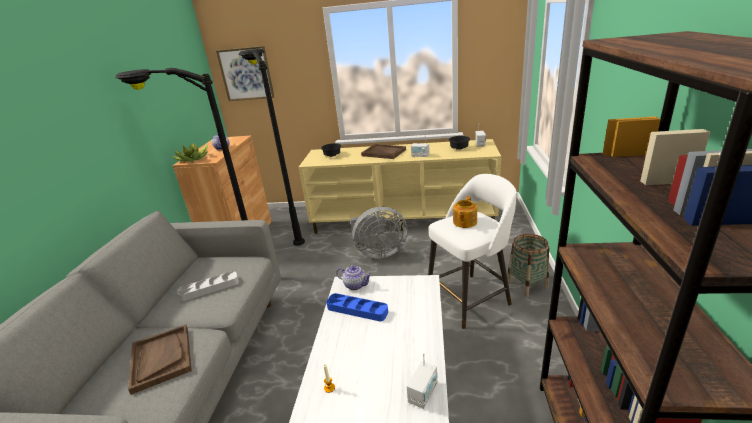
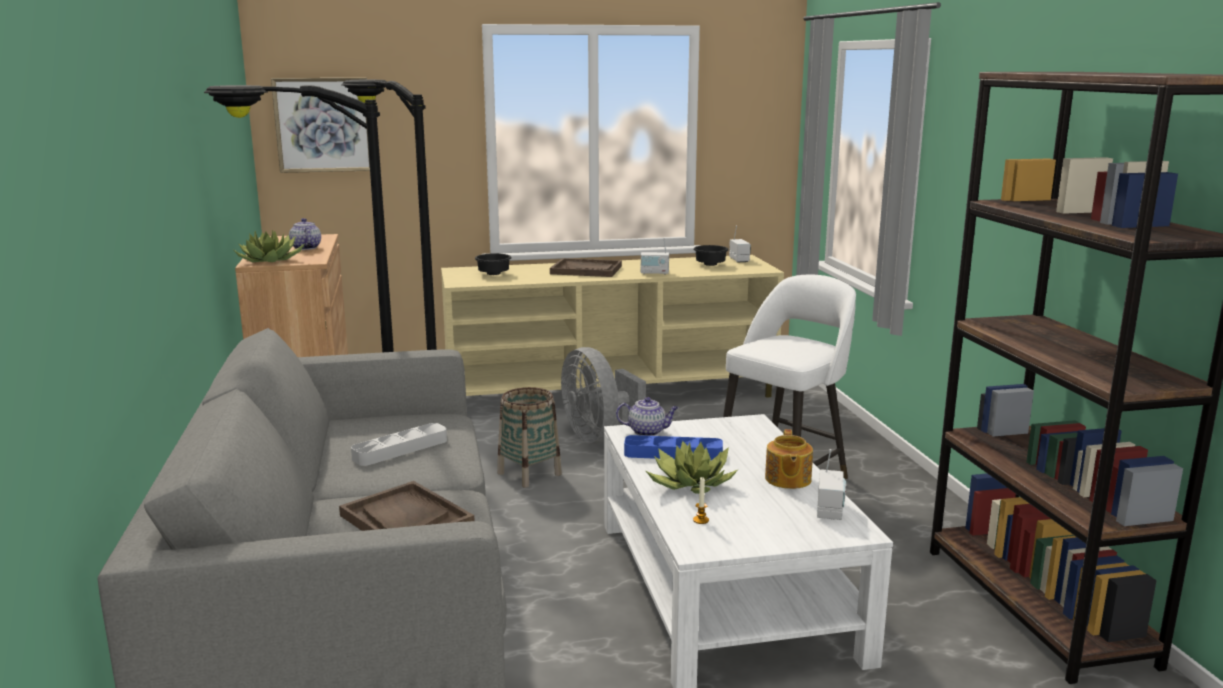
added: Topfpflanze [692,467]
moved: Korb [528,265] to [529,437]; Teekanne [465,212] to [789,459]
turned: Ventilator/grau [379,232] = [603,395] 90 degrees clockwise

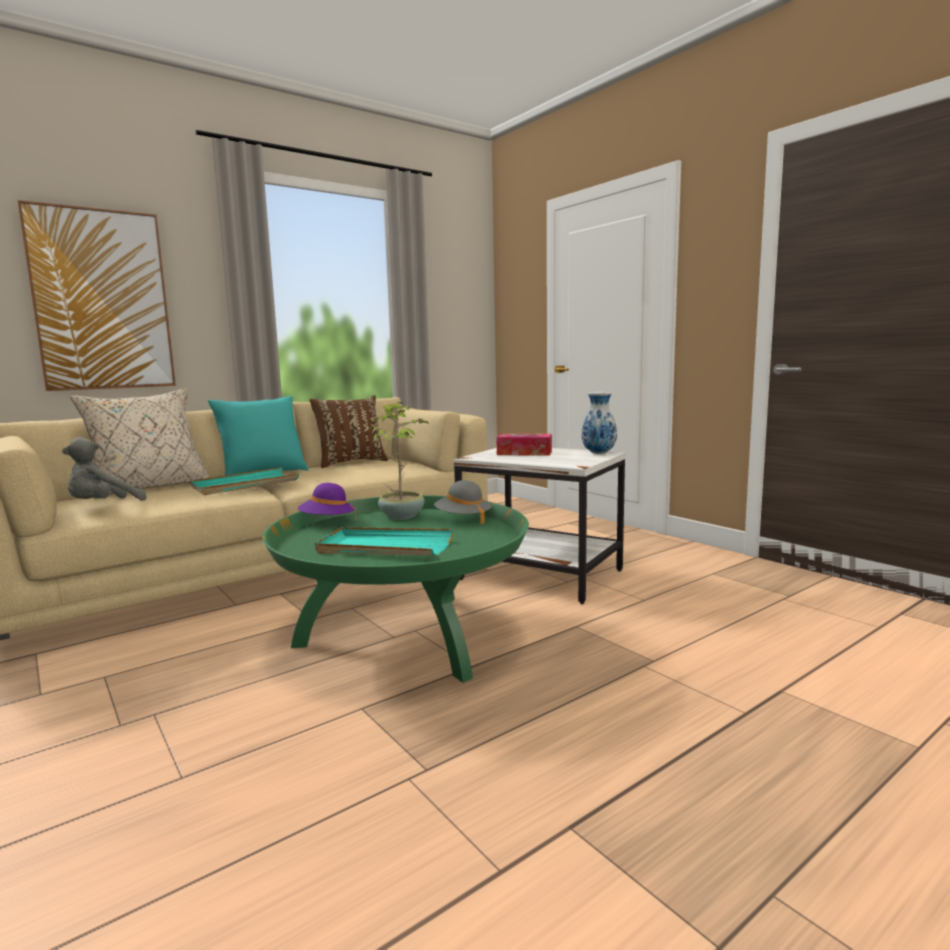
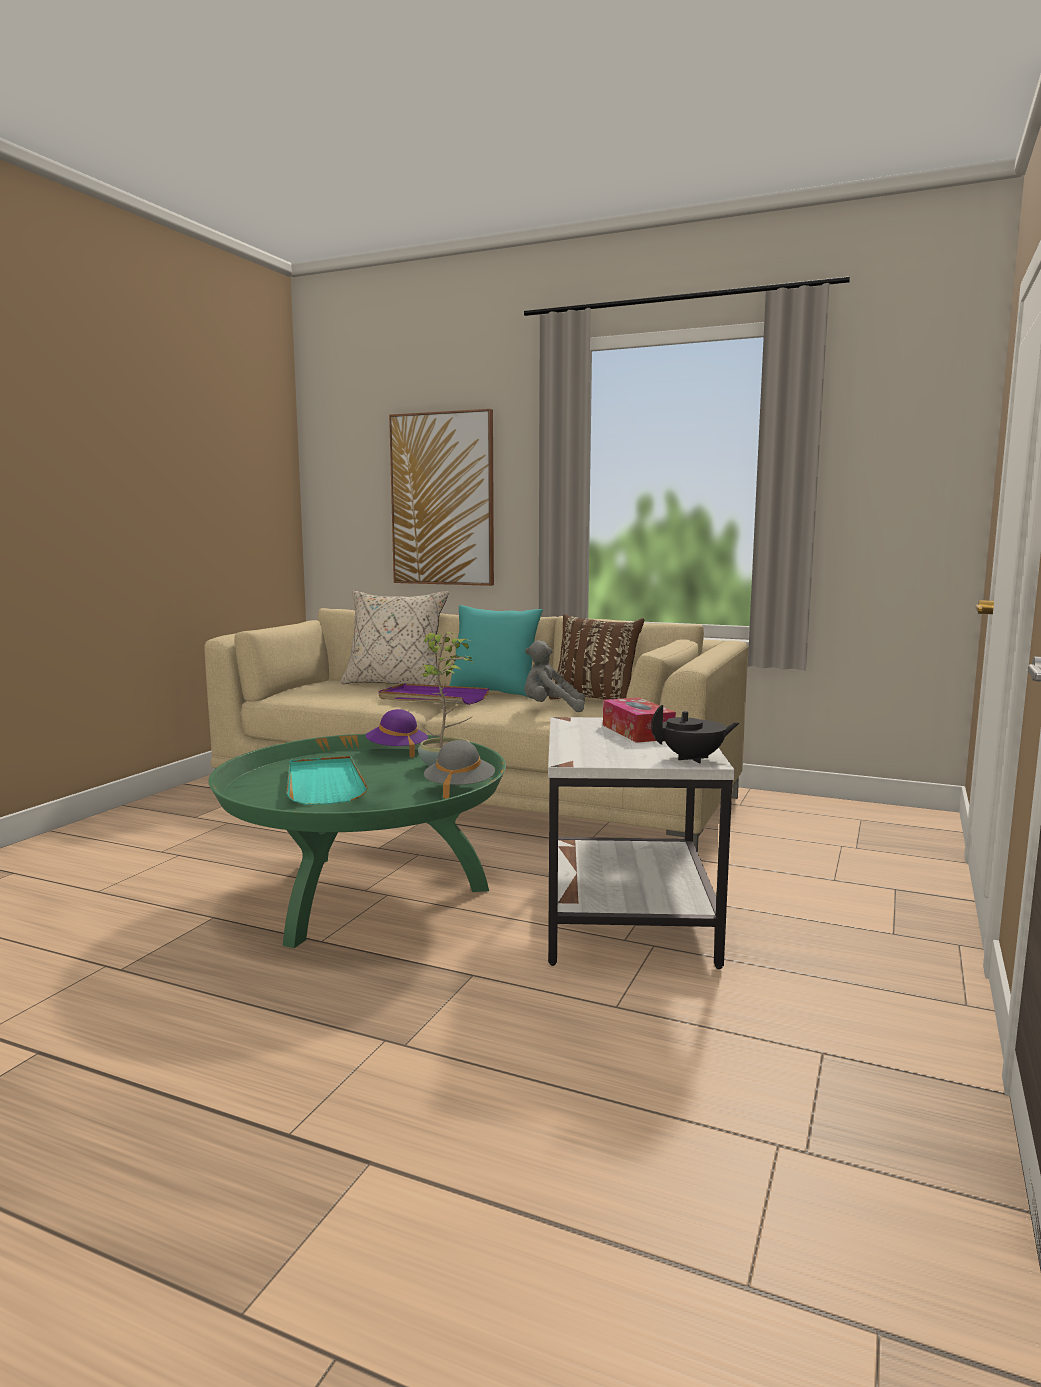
moved: Plüschtier/grau [104,469] to [554,676]
replaced: Vase [599,423] to Teekanne/schwarz [695,734]
recoloured: Tablett/türkis [244,481] to Tablett/lila [433,694]

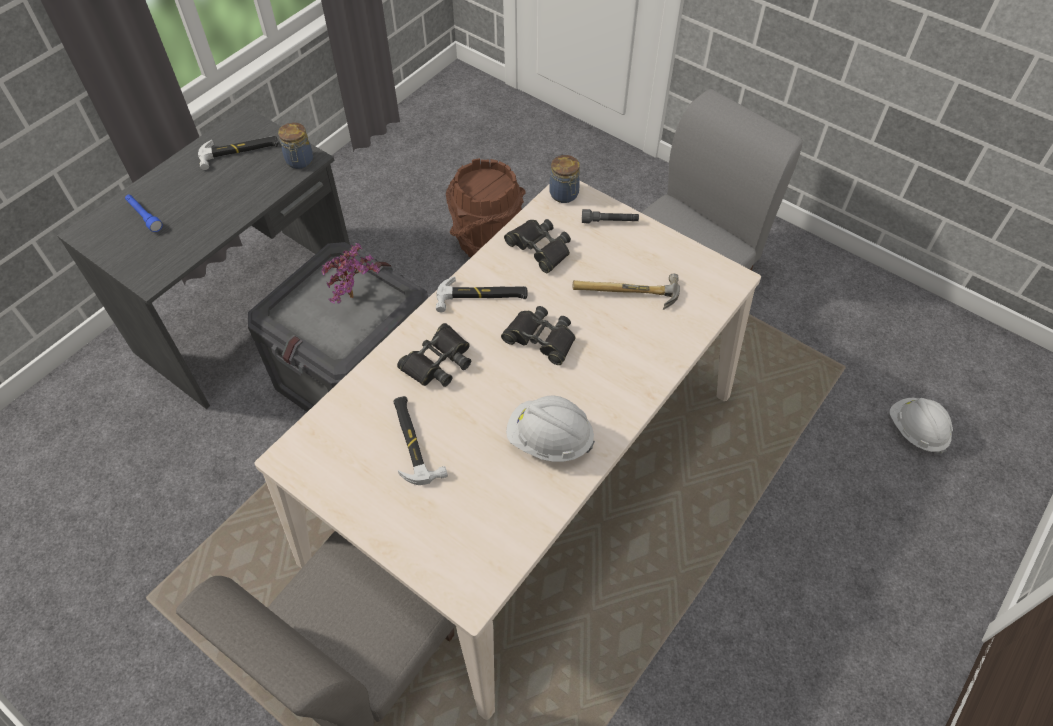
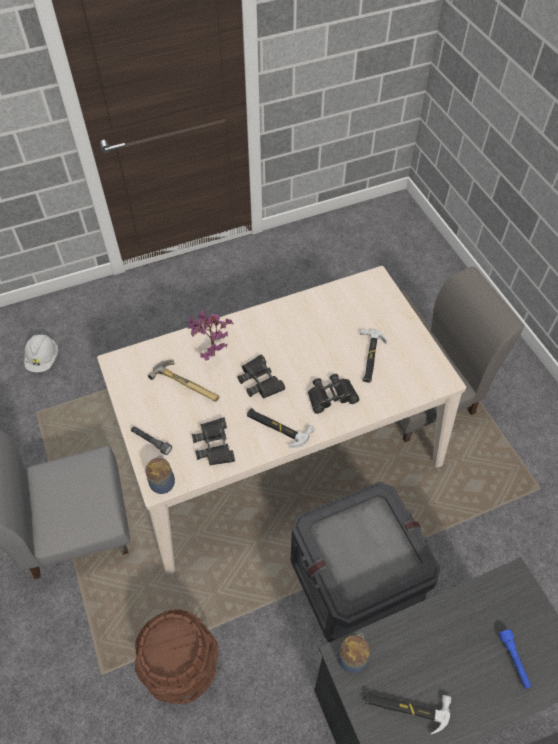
removed: Schutzhelm/weiß [550,428]
moved: Topfpflanze [350,273] to [210,335]

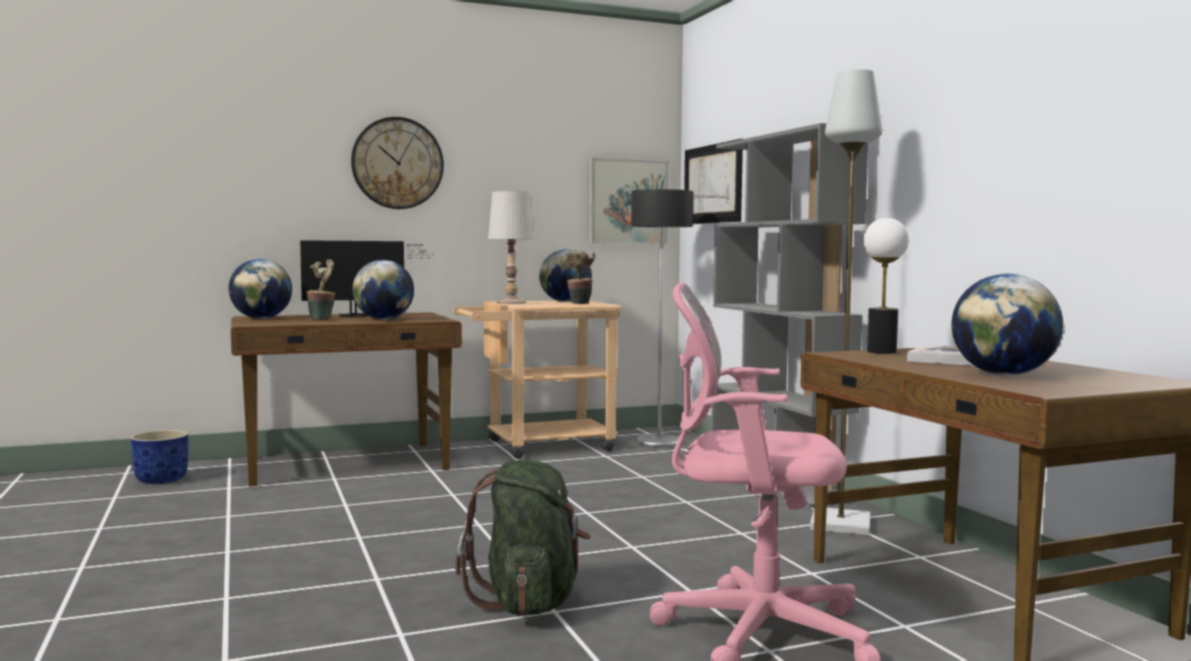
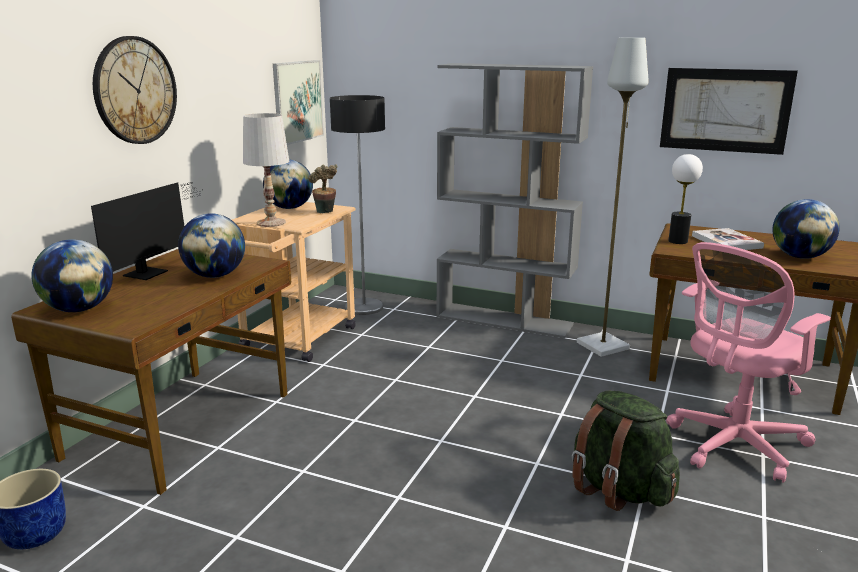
removed: Topfpflanze [321,289]
moved: Bild [713,181] to [729,111]

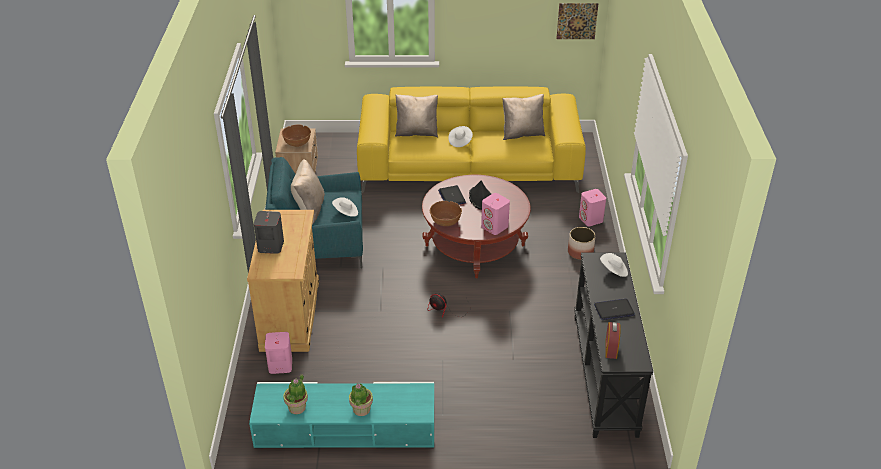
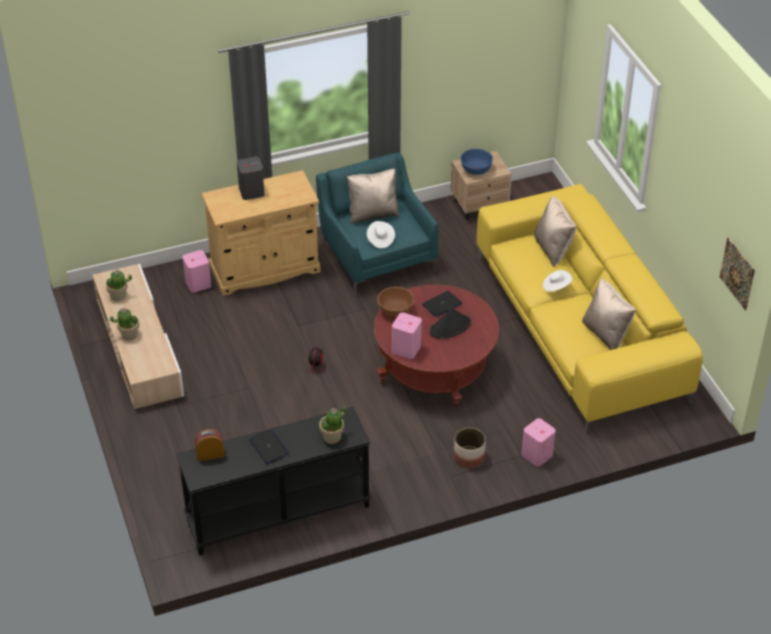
replaced: Hut/weiß [614,265] to Topfpflanze [332,425]
recoloured: Fernsehschrank/türkis [341,415] to Fernsehschrank/beige [138,337]; Schüssel/braun [296,136] to Schüssel/blau [476,162]

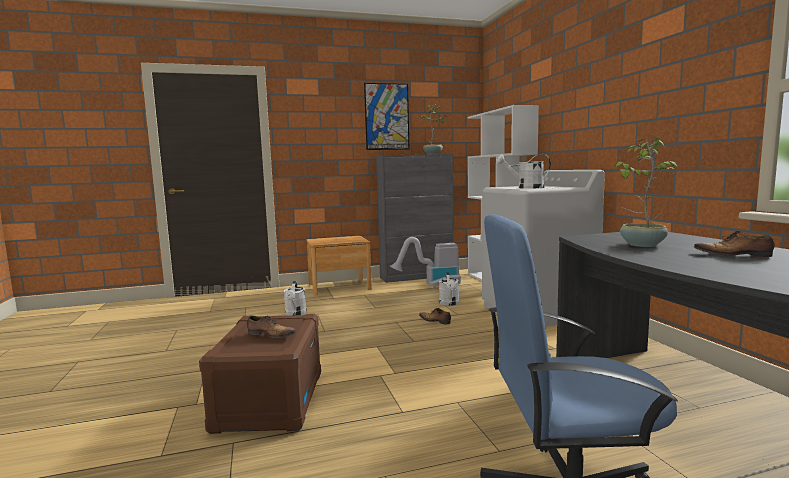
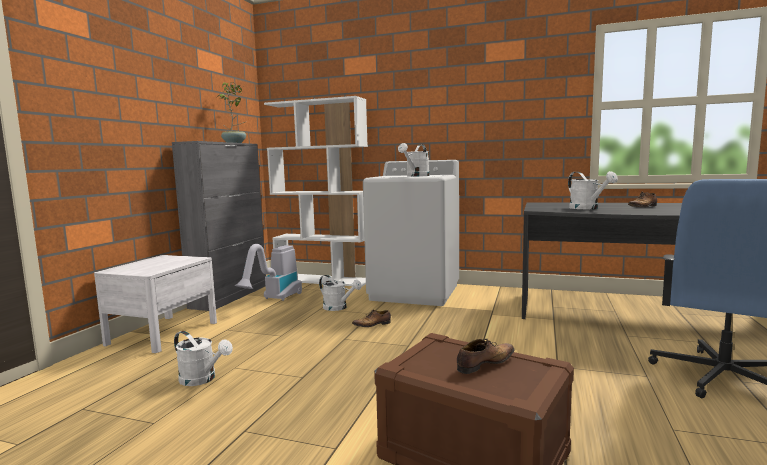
removed: Bild [386,116]
replaced: Topfpflanze [646,192] to Gießkanne/weiß [593,190]
recoloured: Nachttisch/braun [339,265] to Nachttisch/weiß [155,304]

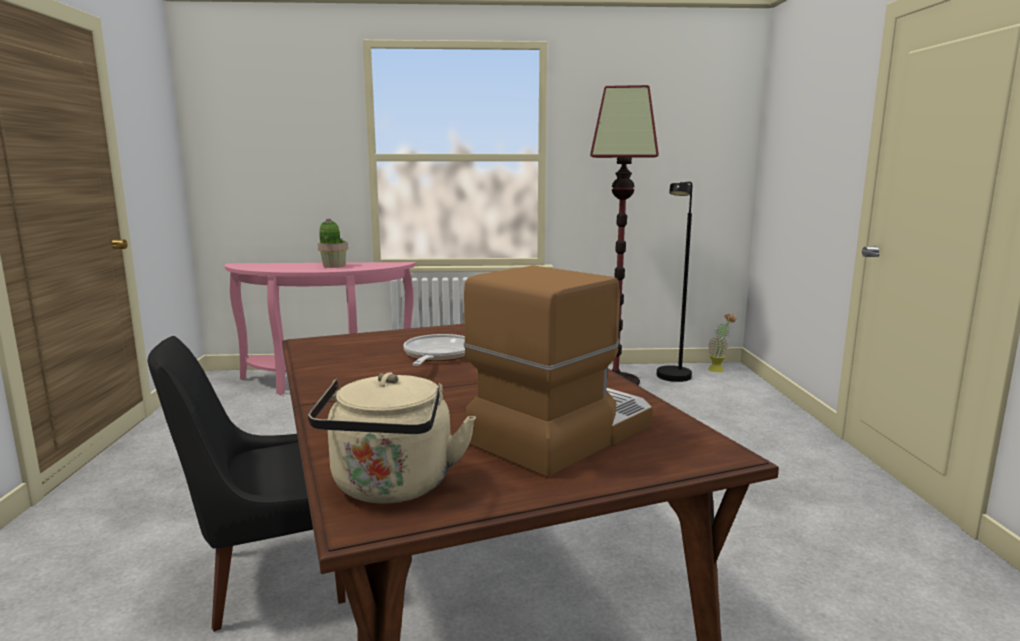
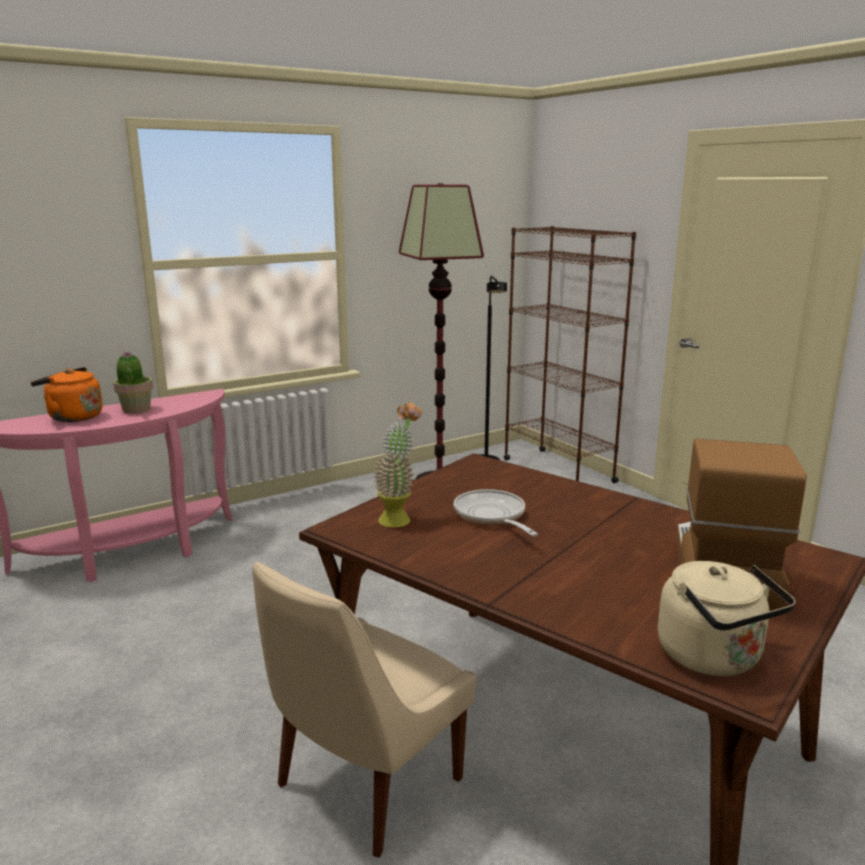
added: Wasserkessel/orange [67,394]; Bücherregal/braun [570,354]
moved: Topfpflanze [722,342] to [397,464]
recoloured: Stuhl/schwarz [247,484] to Stuhl/beige [364,710]

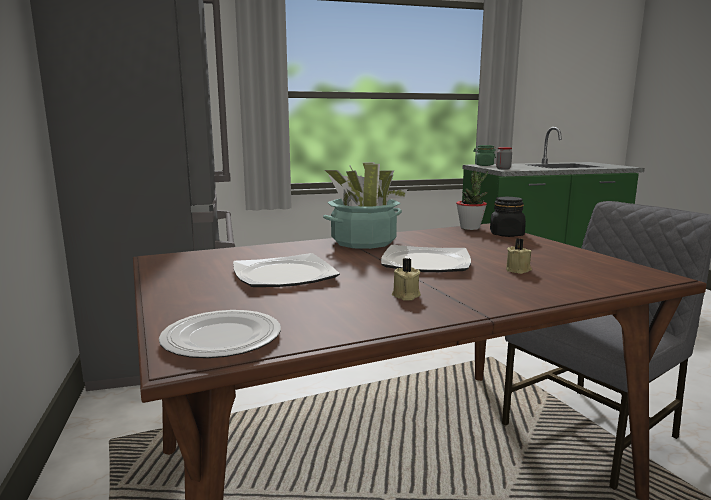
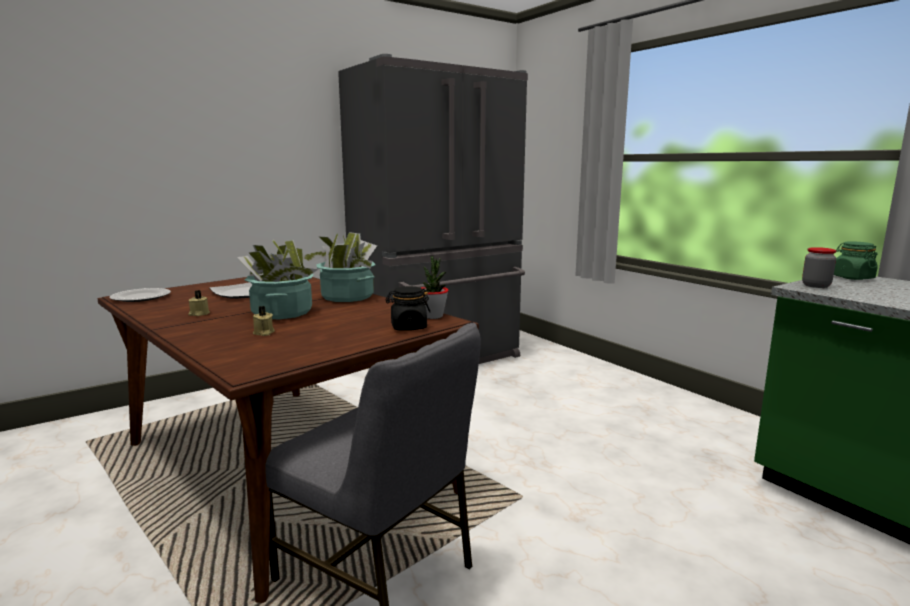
replaced: Teller [426,258] to Topfpflanze [277,279]

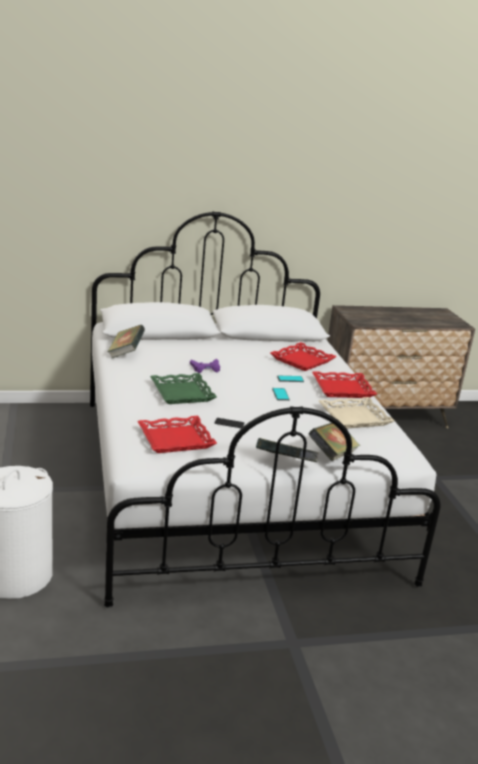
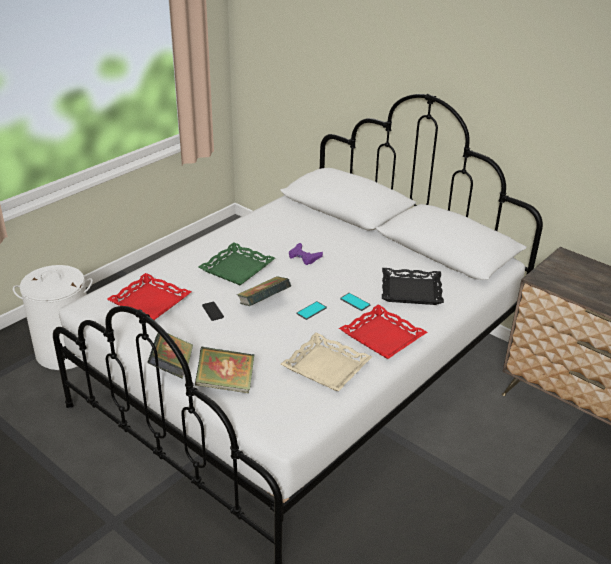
moved: Buch [126,342] to [263,291]
recoloured: Tablett/rot [303,356] to Tablett/schwarz [413,286]

